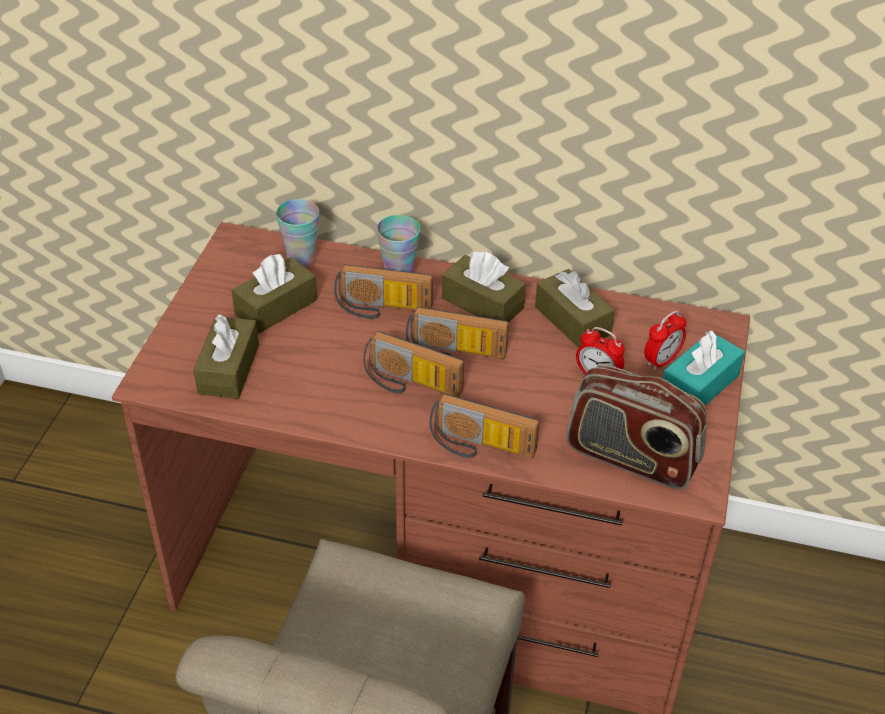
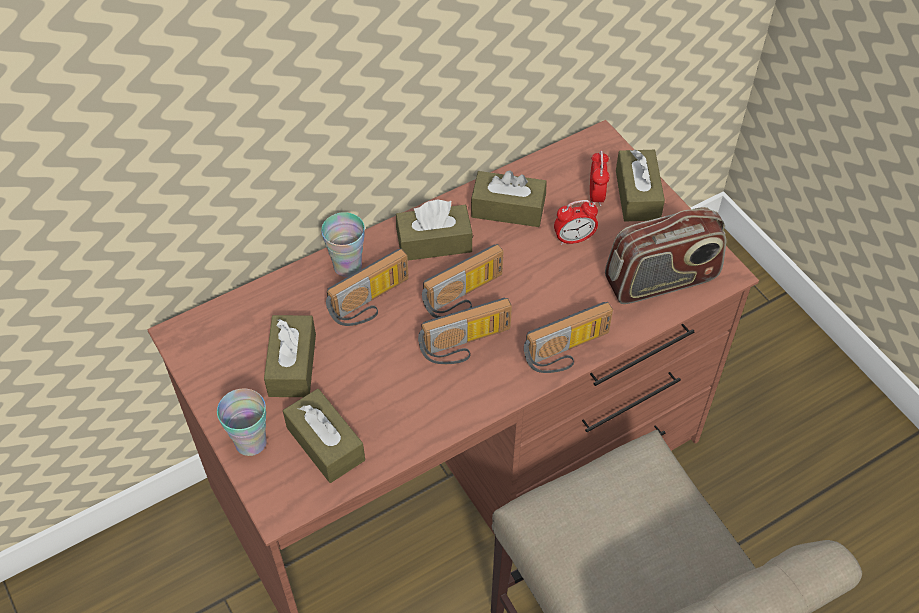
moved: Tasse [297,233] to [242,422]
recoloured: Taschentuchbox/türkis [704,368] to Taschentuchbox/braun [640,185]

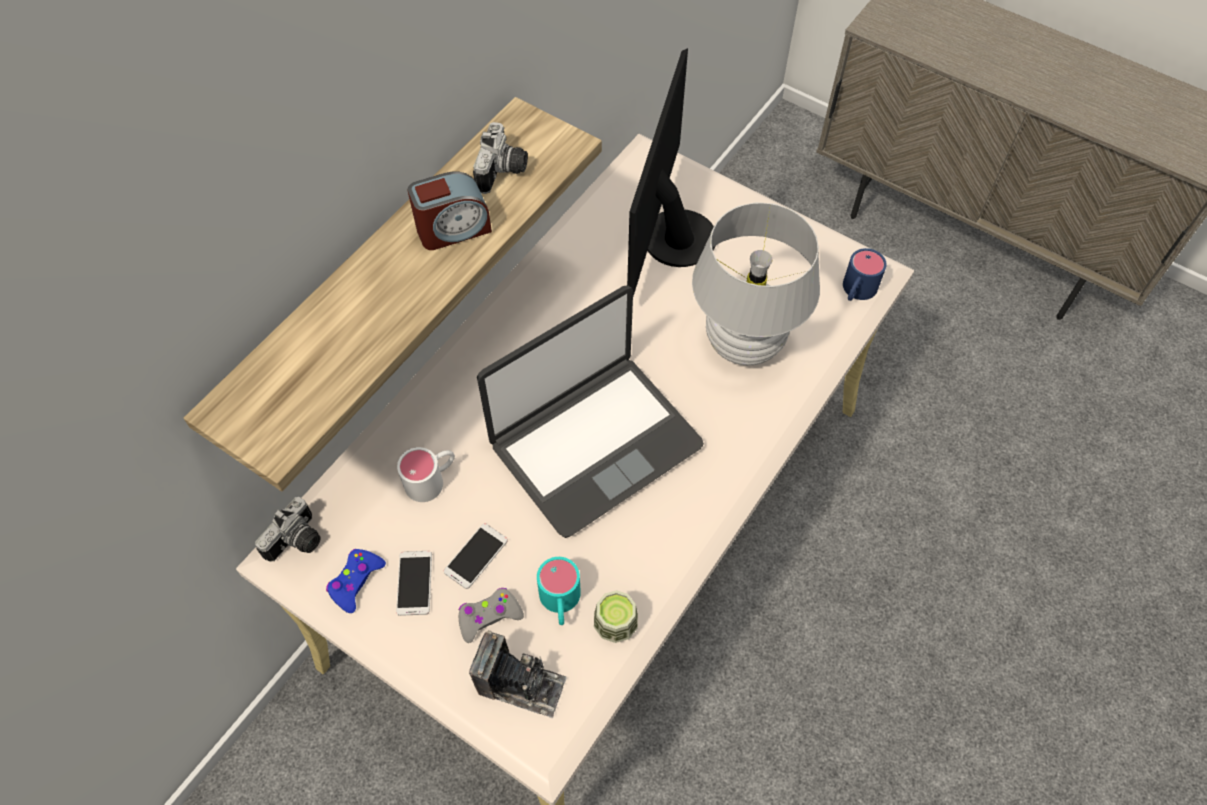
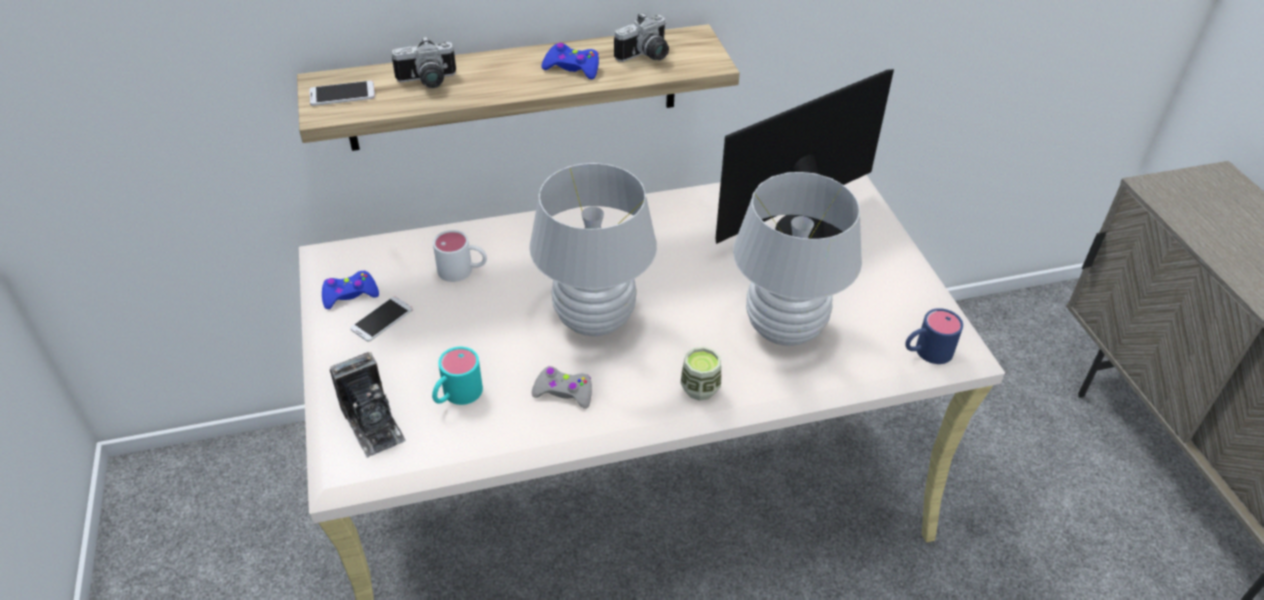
moved: Handy [476,556] to [342,93]; Kamera [288,529] to [424,62]; Gamepad/grau [491,615] to [562,387]; Tasse [616,616] to [701,374]
replaced: Laptop [590,411] to Tischlampe/weiß [593,249]; Wecker [450,211] to Gamepad/blau [570,61]

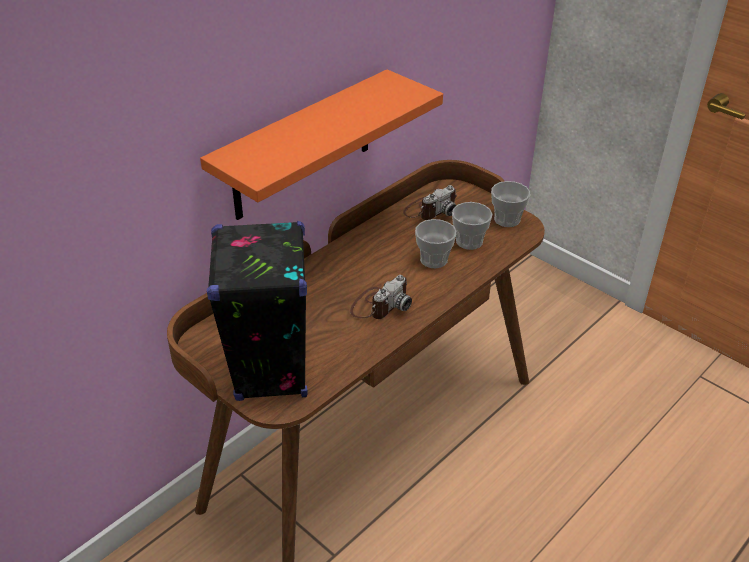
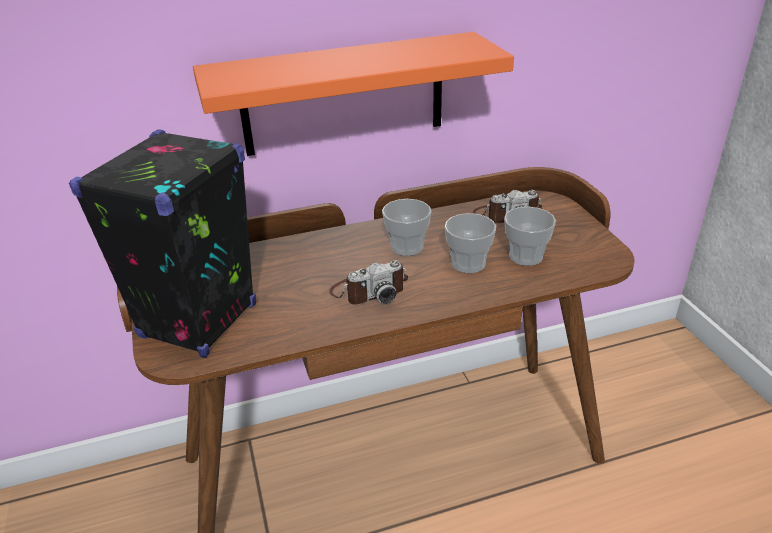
moved: Tasse [510,204] to [406,227]

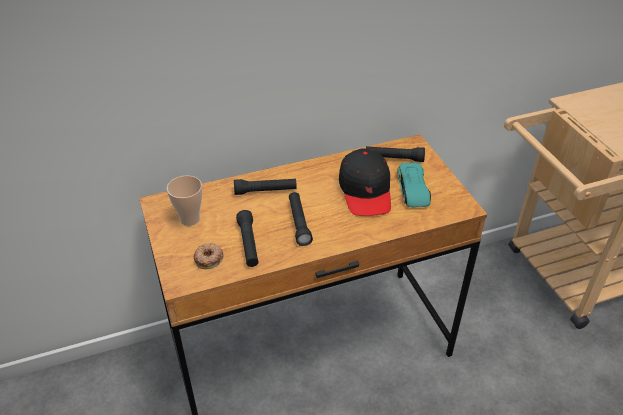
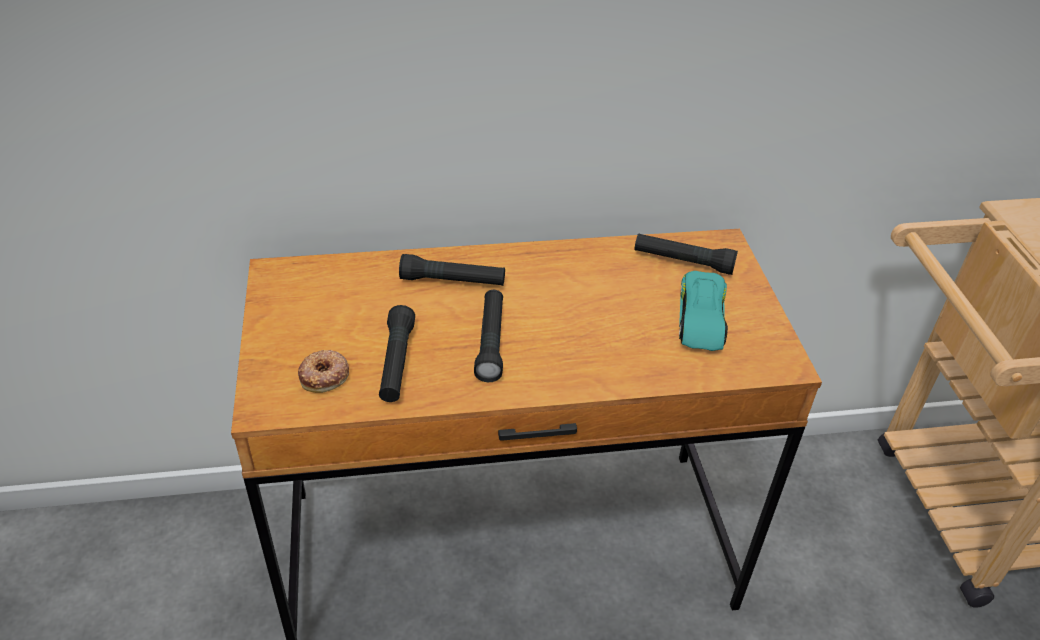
removed: Tasse [184,201]; Kappe/schwarz [365,182]

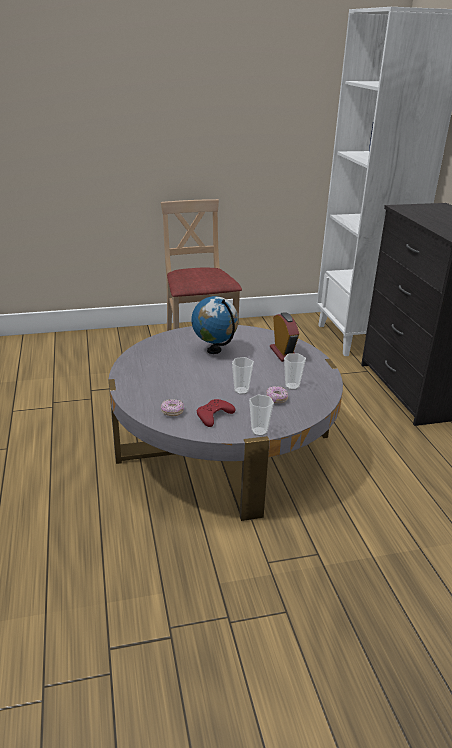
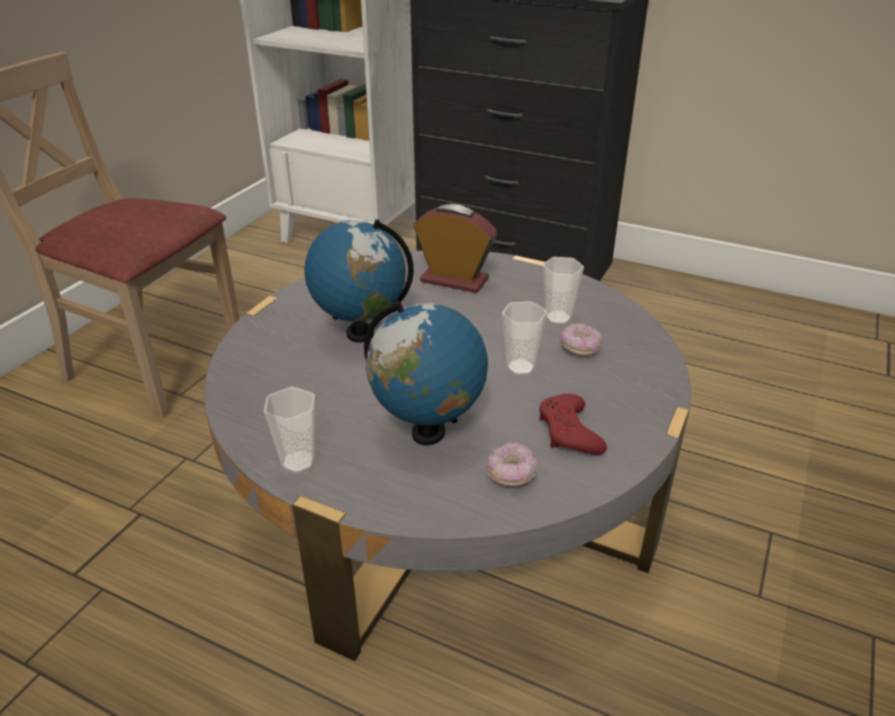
added: Globus [426,373]
moved: Tasse [261,415] to [289,430]

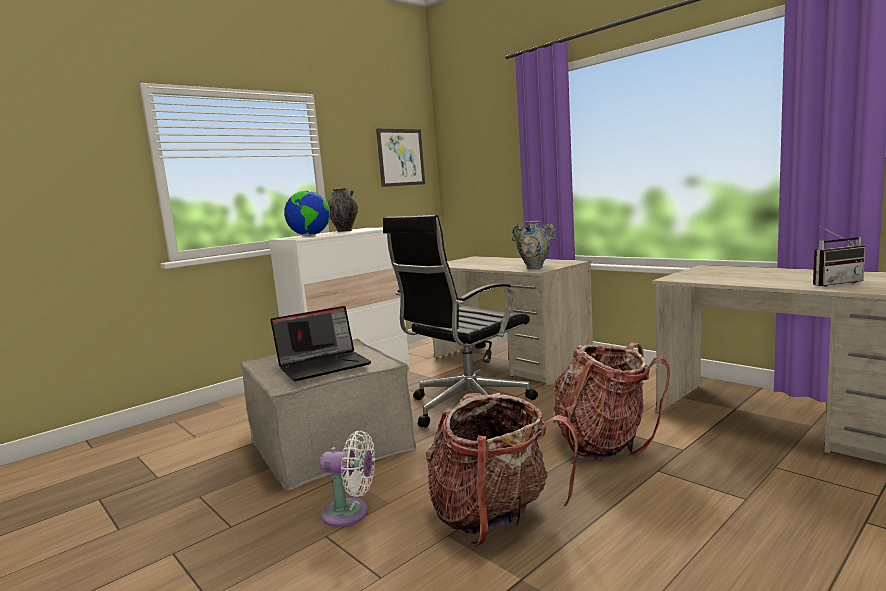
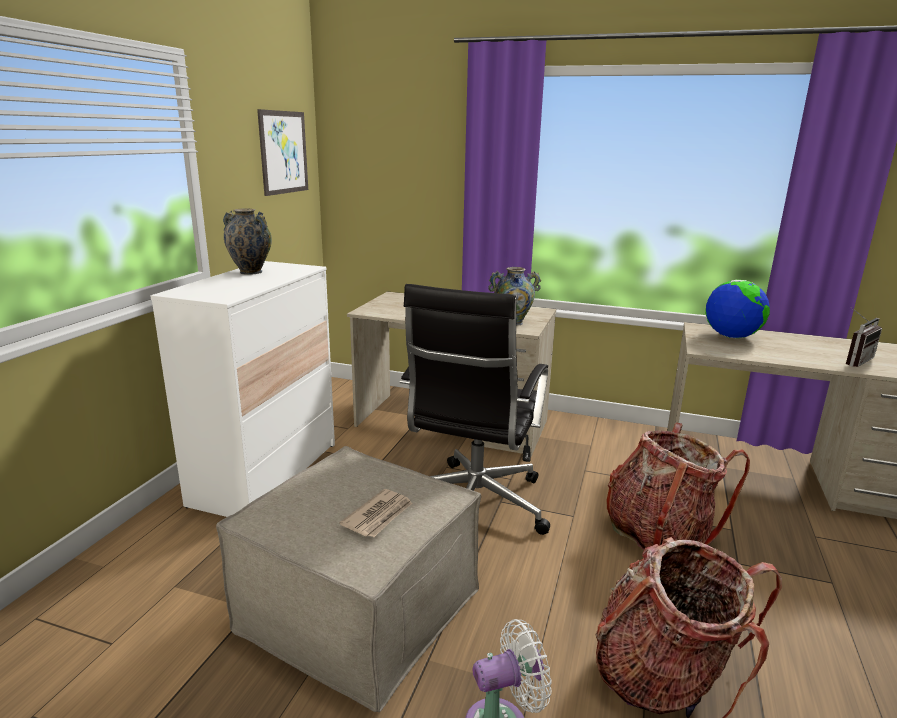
moved: Globus [307,213] to [737,309]
replaced: Laptop [320,343] to Zeitung [376,513]

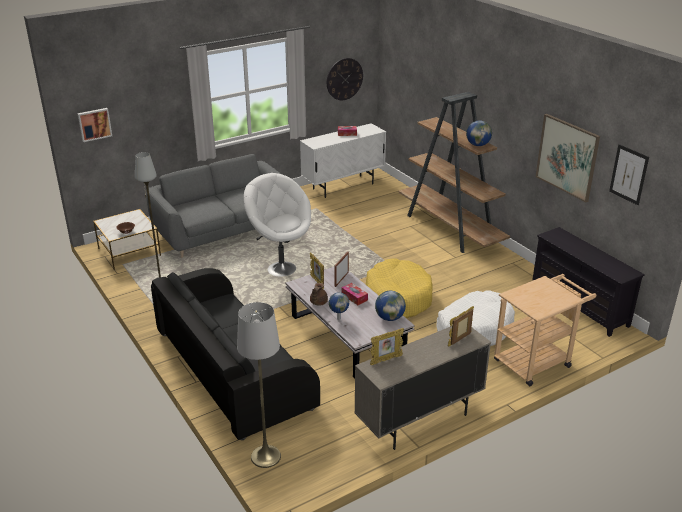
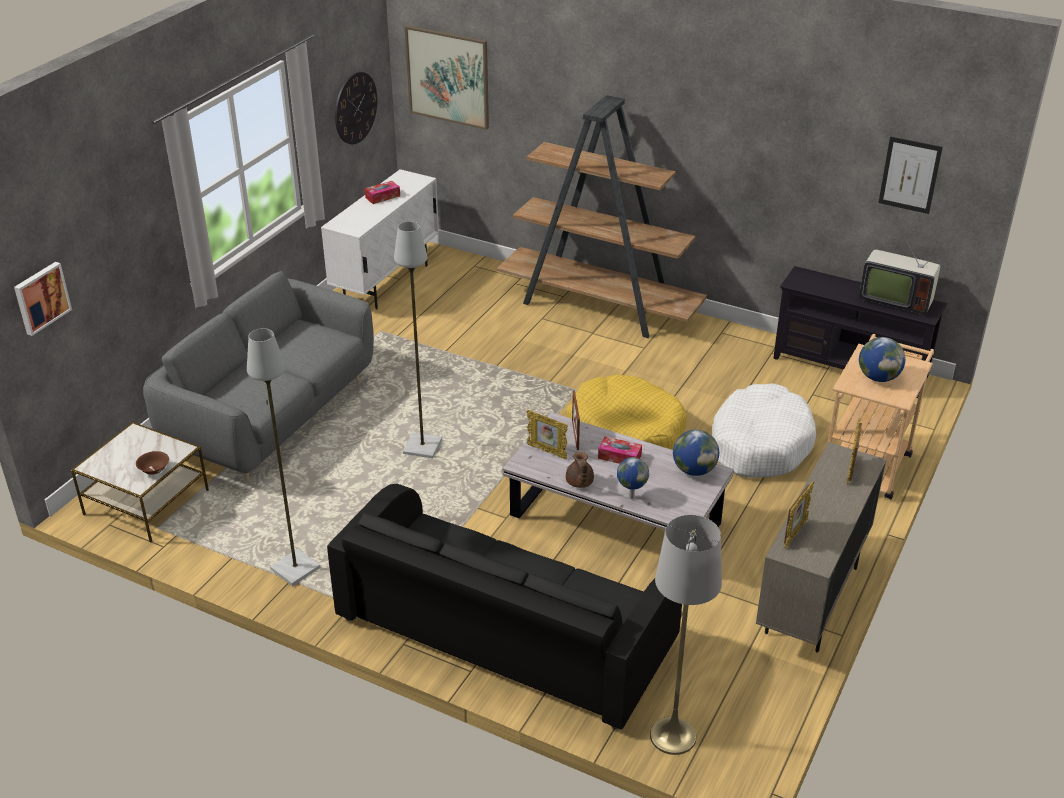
added: Fernseher [903,274]
moved: Bild [568,158] to [447,77]; Globus [479,133] to [882,359]
replaced: Sessel/weiß [277,225] to Stehlampe/grau [418,339]

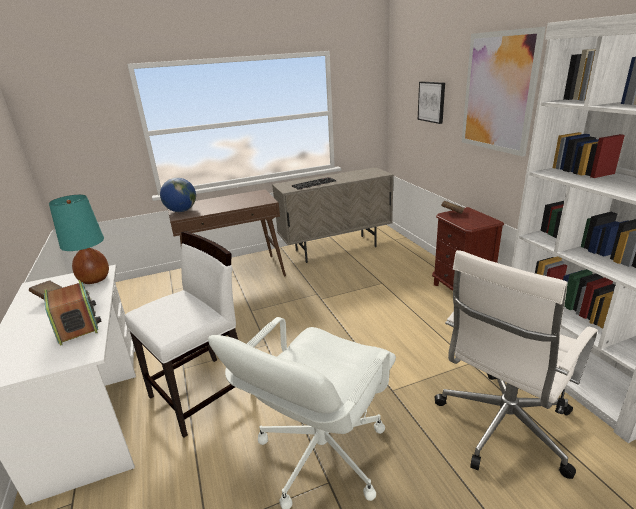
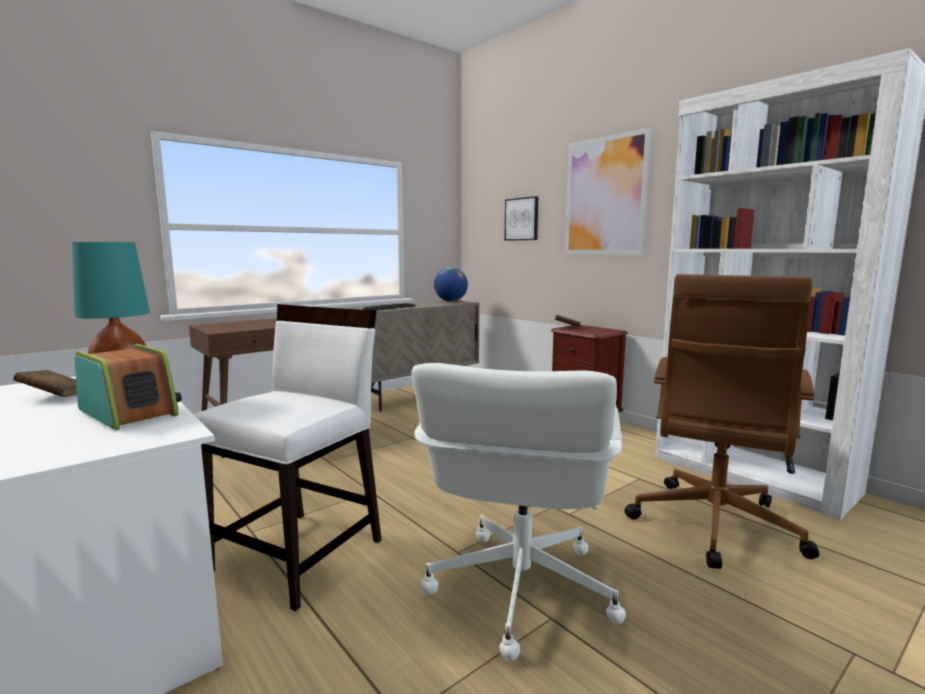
moved: Globus [178,195] to [451,284]
recoloured: Bürostuhl/weiß [516,364] to Bürostuhl/braun [722,421]

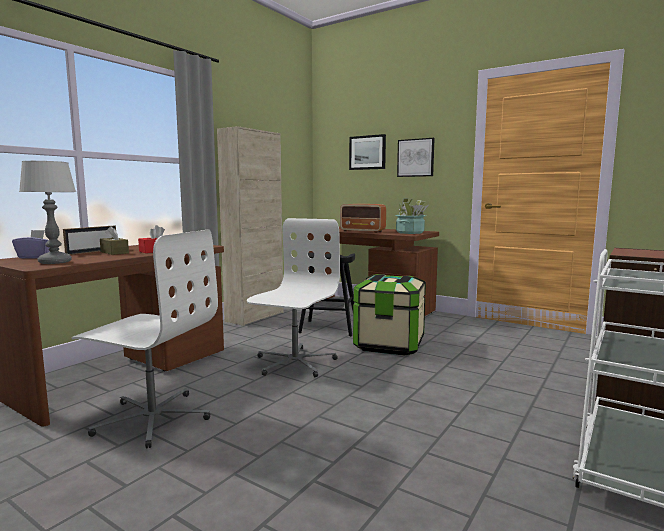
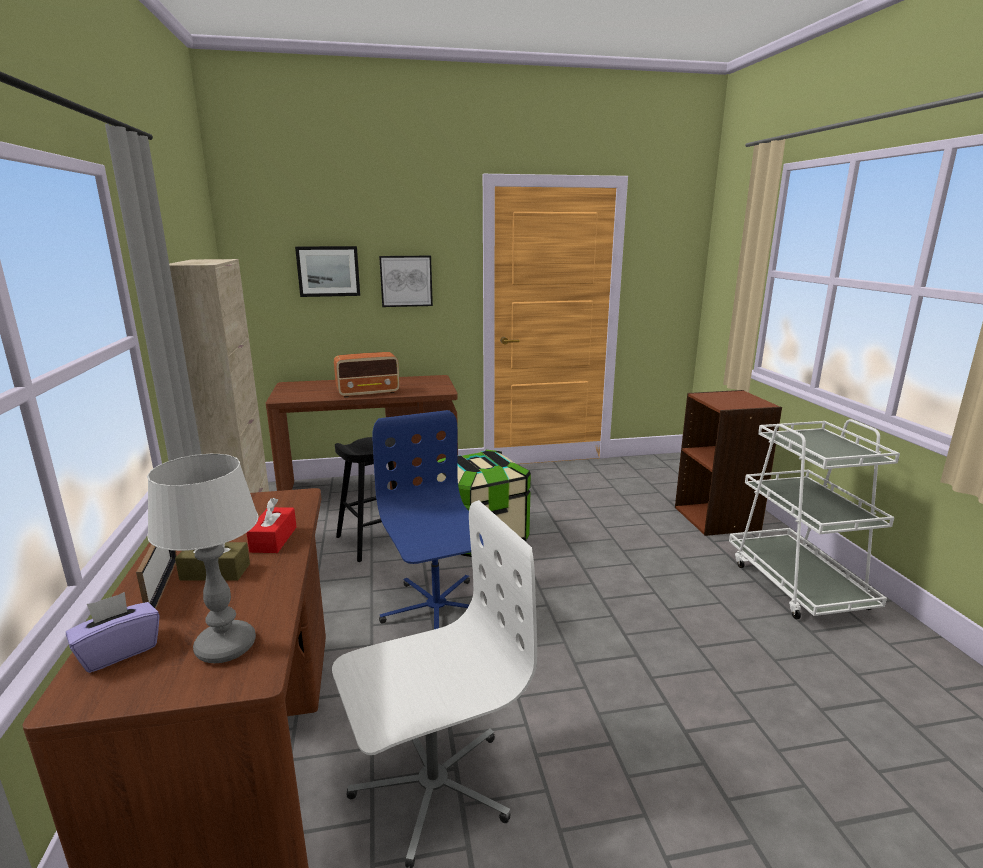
removed: Topfpflanze [412,216]
recoloured: Bürostuhl/weiß [293,297] to Bürostuhl/blau [428,519]

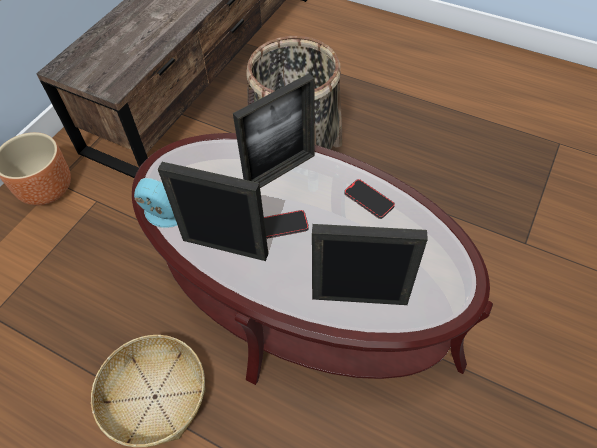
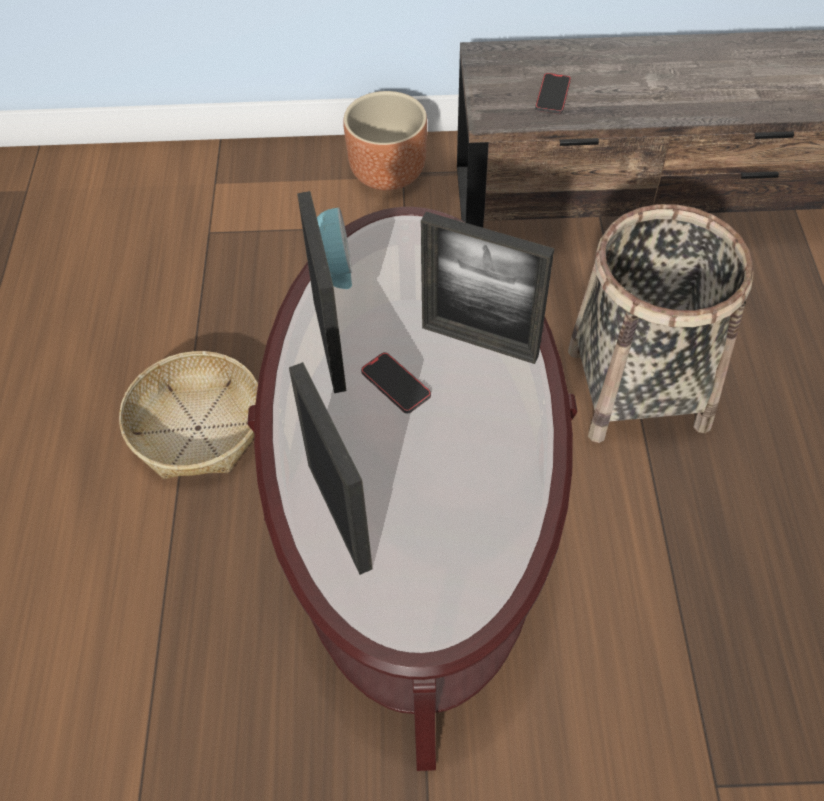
moved: Handy [369,199] to [553,93]

